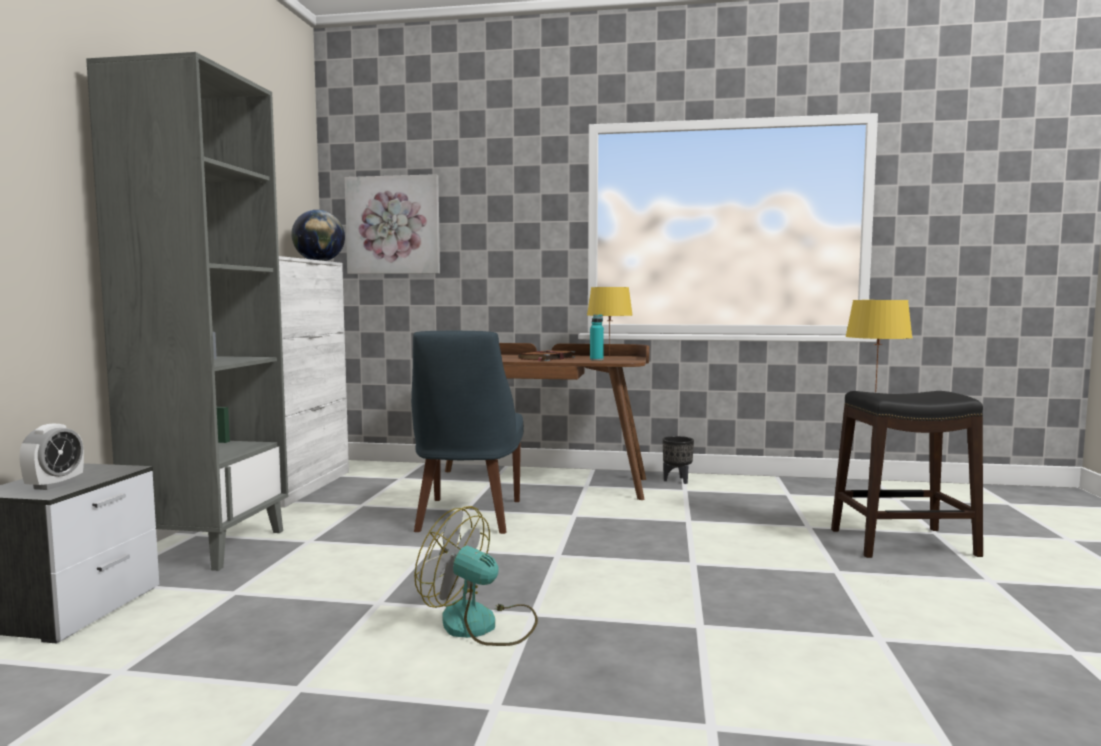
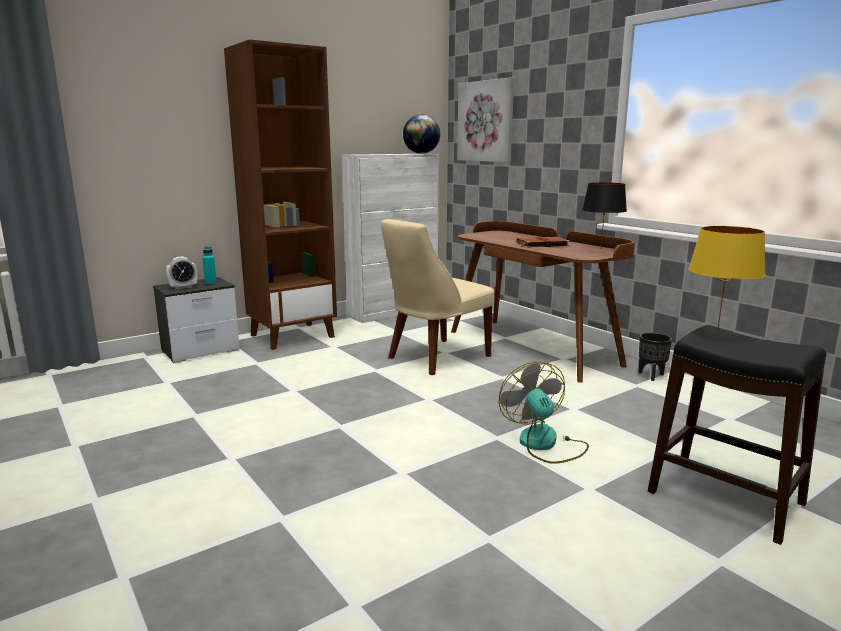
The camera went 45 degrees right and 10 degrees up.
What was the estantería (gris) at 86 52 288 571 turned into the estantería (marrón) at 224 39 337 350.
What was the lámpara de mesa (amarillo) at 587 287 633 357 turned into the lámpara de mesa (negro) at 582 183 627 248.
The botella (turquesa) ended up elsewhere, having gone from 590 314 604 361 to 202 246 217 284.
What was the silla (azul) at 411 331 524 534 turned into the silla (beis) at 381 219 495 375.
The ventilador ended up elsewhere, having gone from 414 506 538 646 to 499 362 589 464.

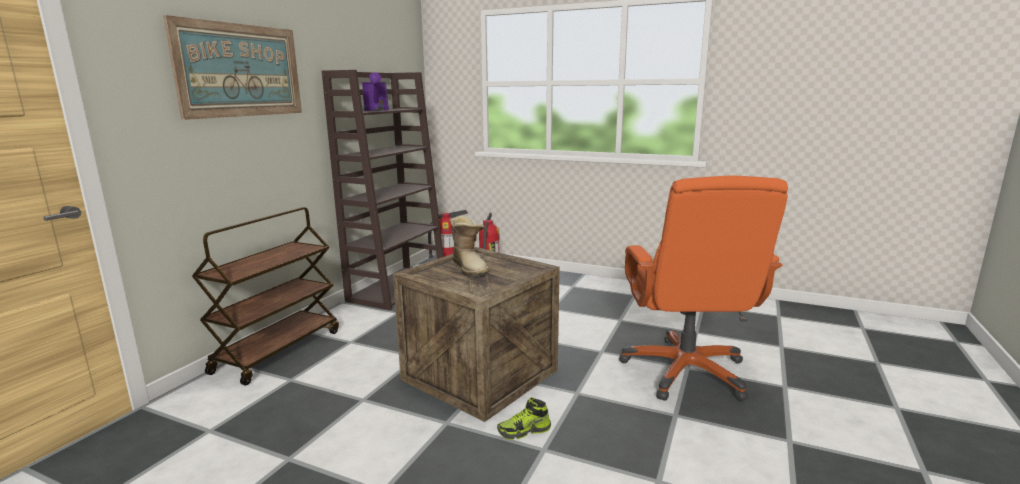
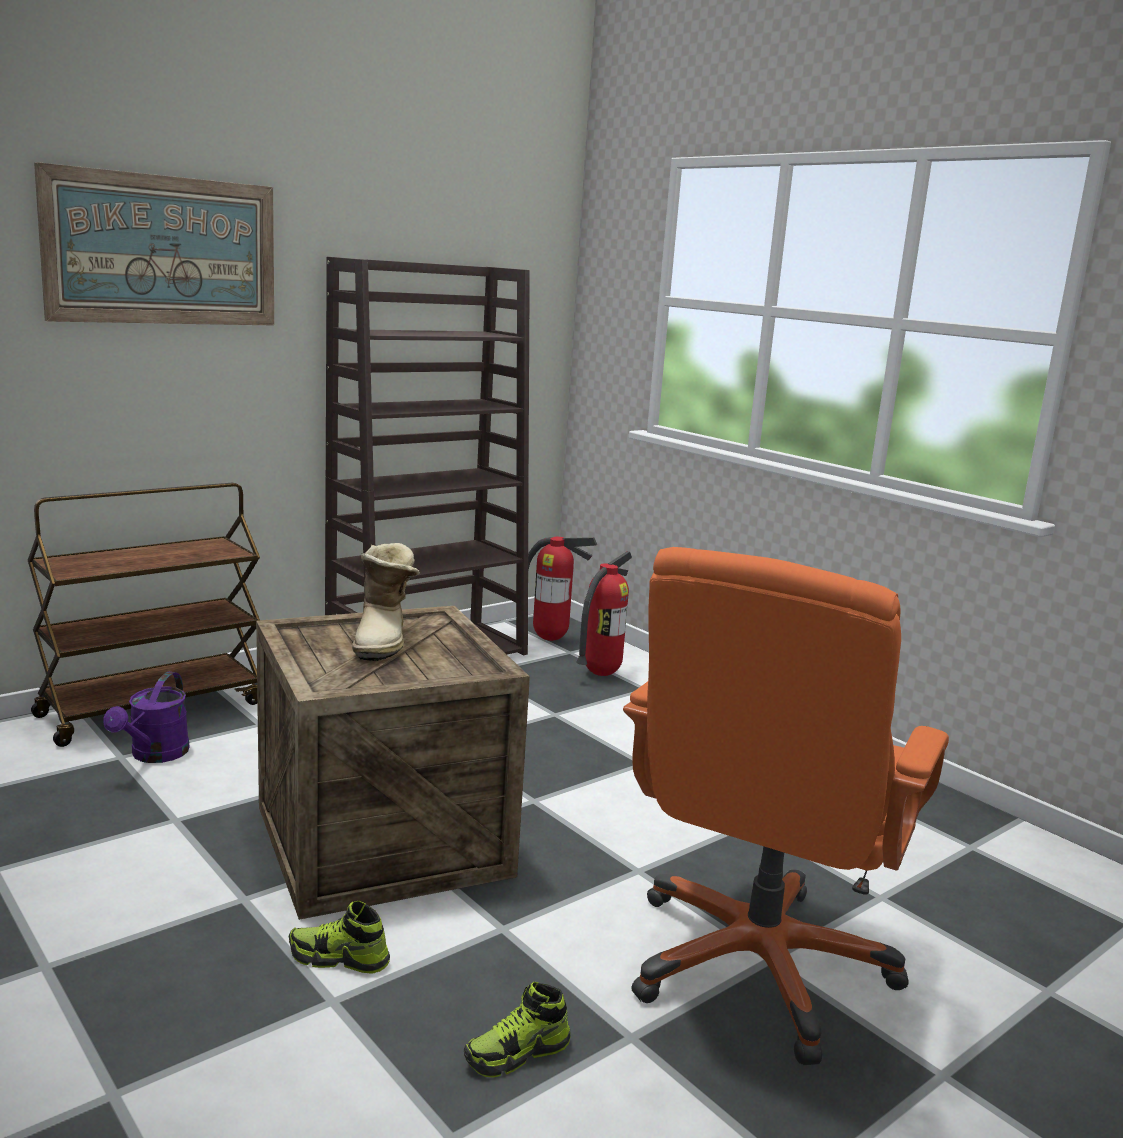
The camera went 25 degrees right and 0 degrees up.
The regadera (morado) ended up elsewhere, having gone from 362 72 389 111 to 103 672 190 763.
The second view gained the zapato at 464 982 571 1077.

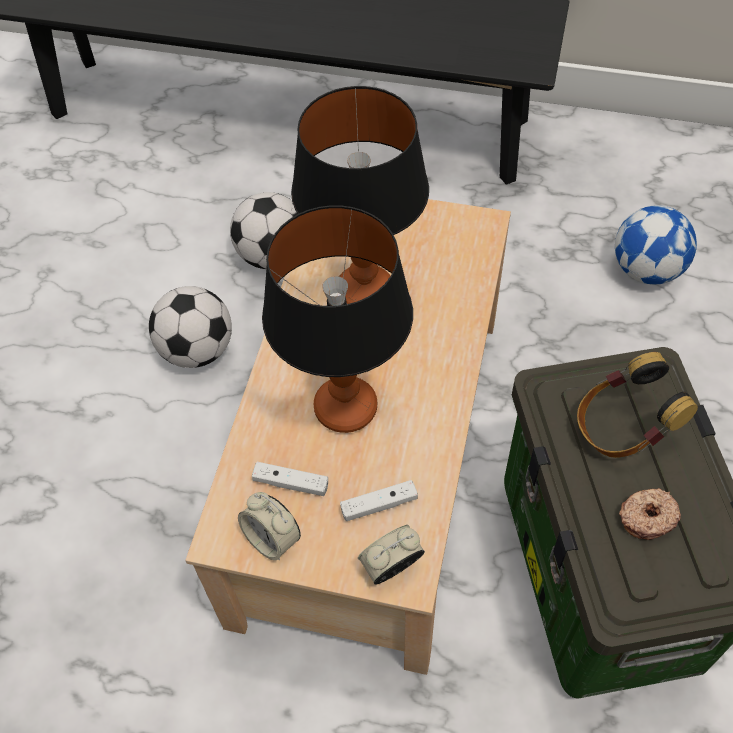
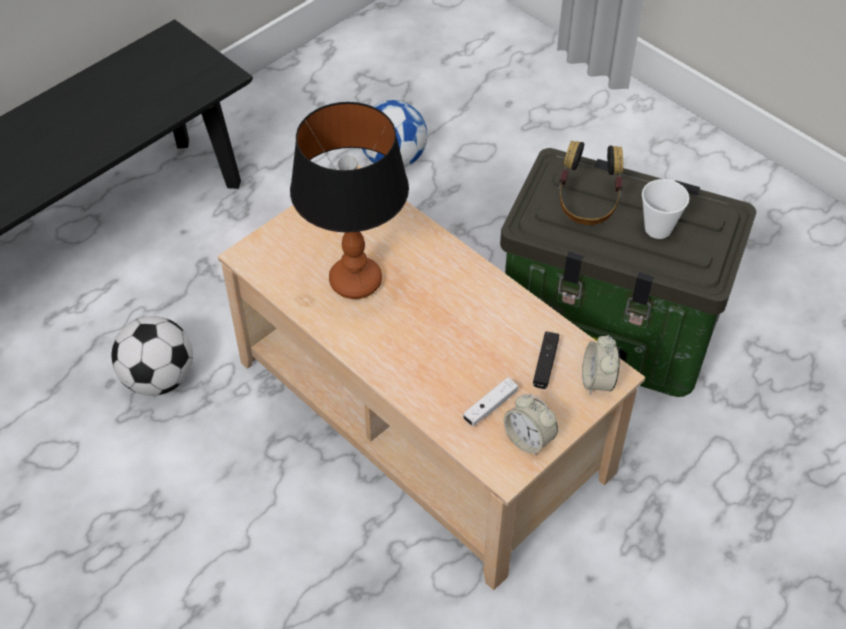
The camera went 60 degrees left and 5 degrees down.
The second view lost the lámpara de mesa at 262 205 413 433.
The second view lost the balón de fútbol at 149 286 232 368.
What was the mando de consola (blanco) at 340 480 418 521 turned into the mando de consola (negro) at 533 332 559 389.
Where the rosquilla stood at 619 488 681 540, the taza came to stand at 642 179 689 239.
The despertador at 238 492 301 561 ended up facing another way, 60 degrees clockwise from before.

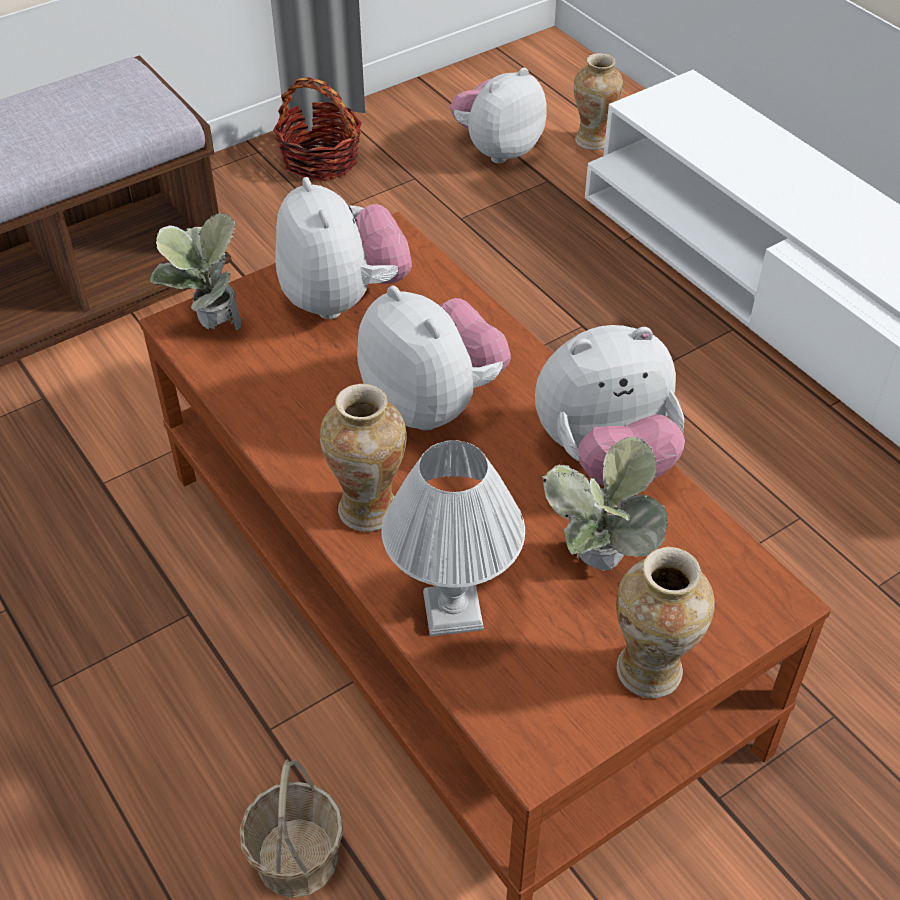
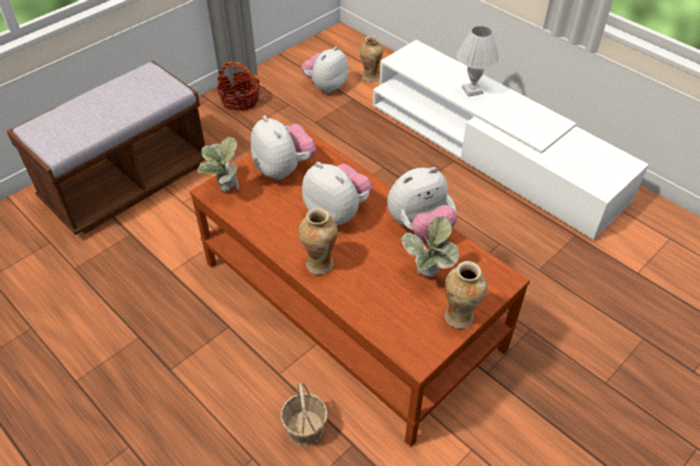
The camera went 10 degrees left and 0 degrees up.
The lámpara de mesa (blanco) ended up elsewhere, having gone from 381 440 525 636 to 457 26 499 97.

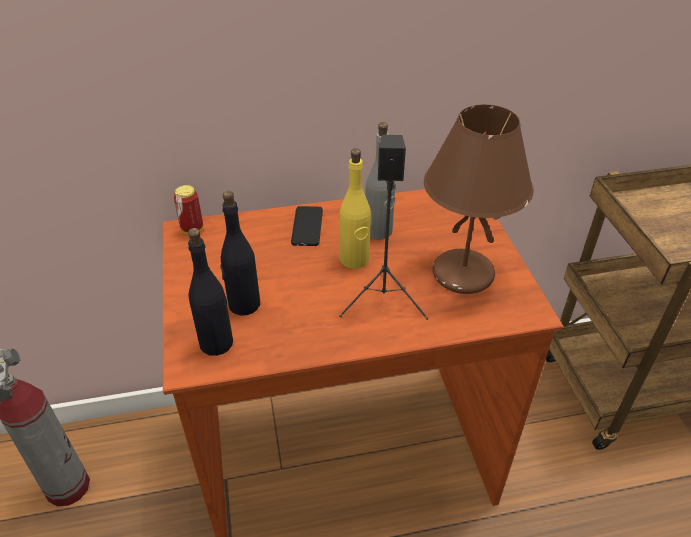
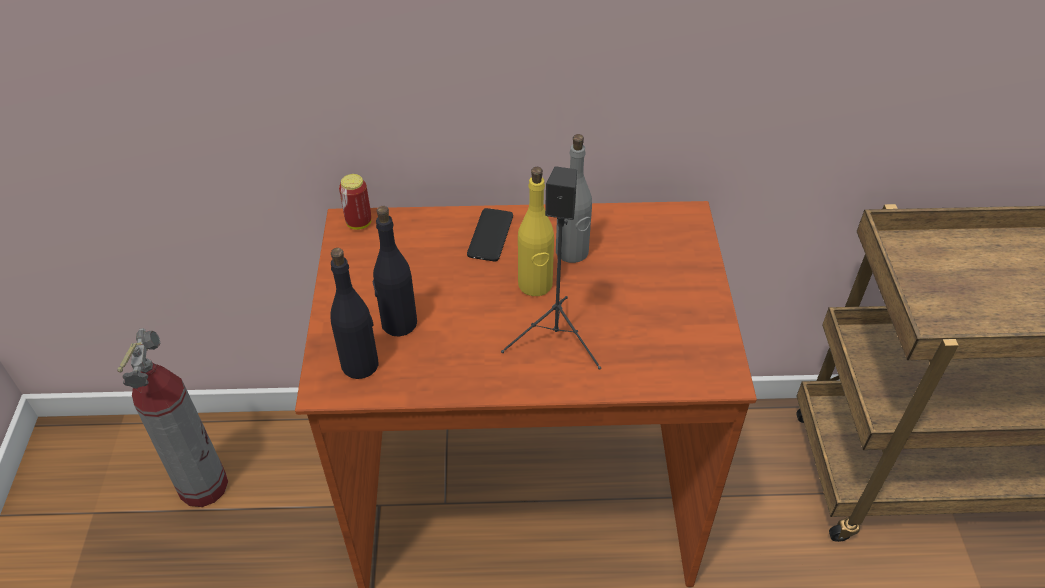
The camera went 10 degrees right and 5 degrees up.
The second view lost the lámpara de mesa (marrón) at 424 104 534 294.

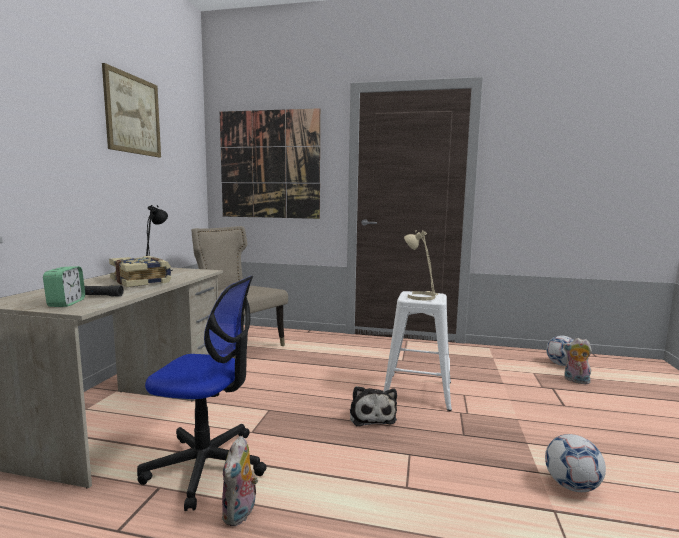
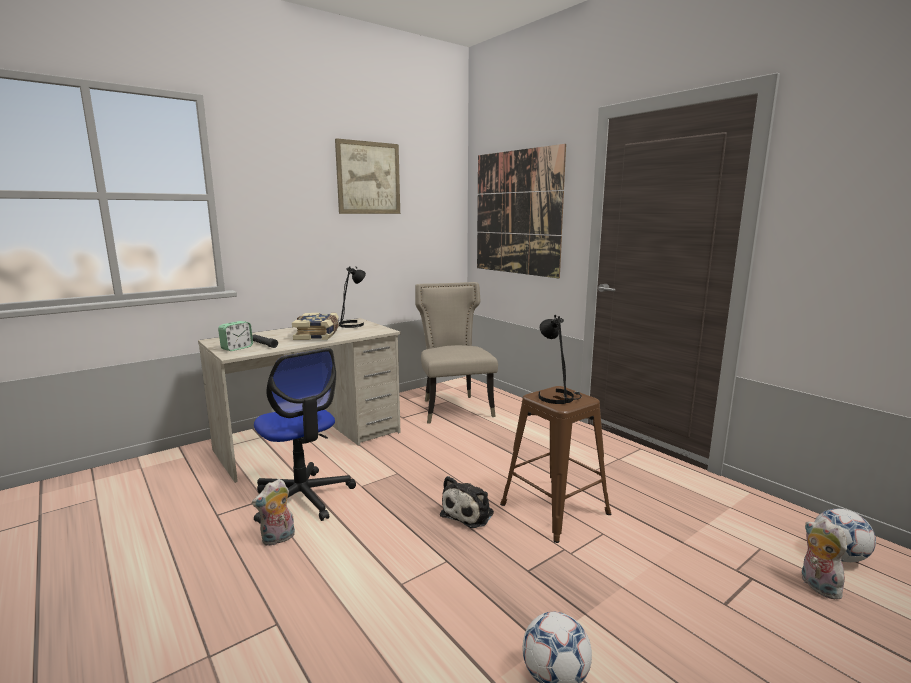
The camera went 40 degrees right and 5 degrees up.
What was the lámpara de mesa (beis) at 404 230 438 300 turned into the lámpara de mesa (negro) at 539 315 582 404.
What was the taburete (blanco) at 384 291 452 411 turned into the taburete (marrón) at 500 386 611 543.

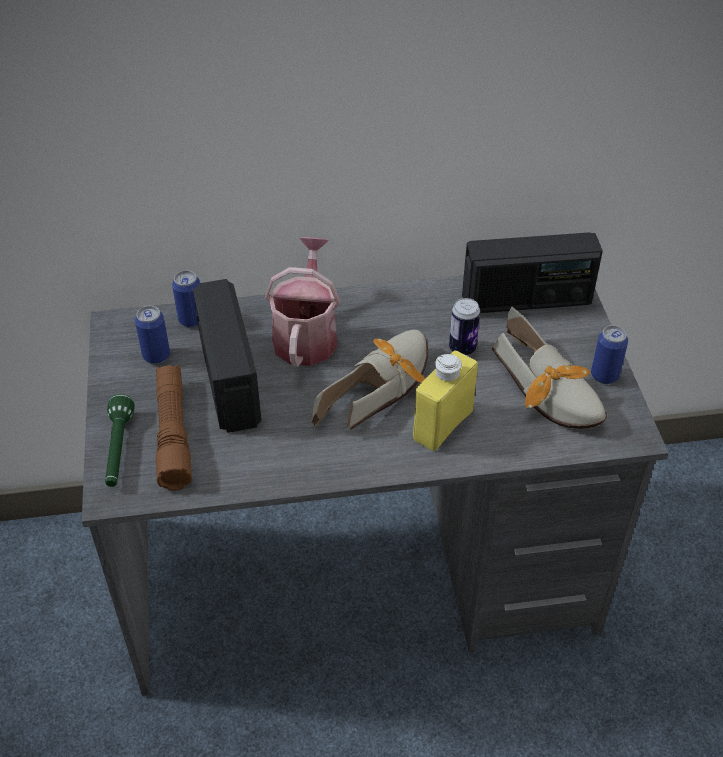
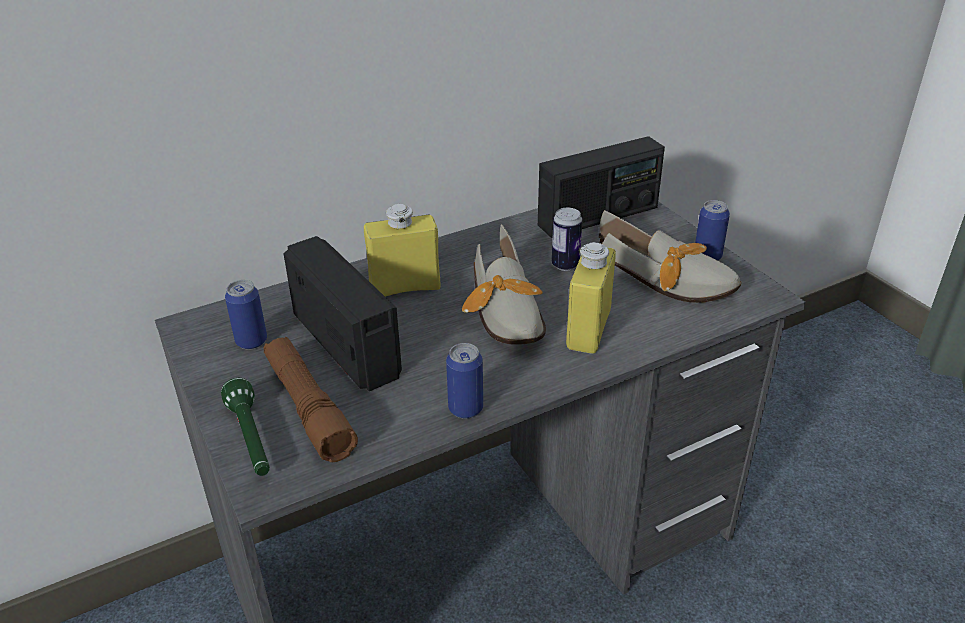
The camera went 20 degrees left and 10 degrees down.
Where the regadera stood at 265 237 340 367, the botella (amarillo) came to stand at 364 204 440 297.
The lata ended up elsewhere, having gone from 172 270 200 328 to 446 343 483 419.
The zapato at 312 330 428 430 ended up facing another way, 150 degrees clockwise from before.

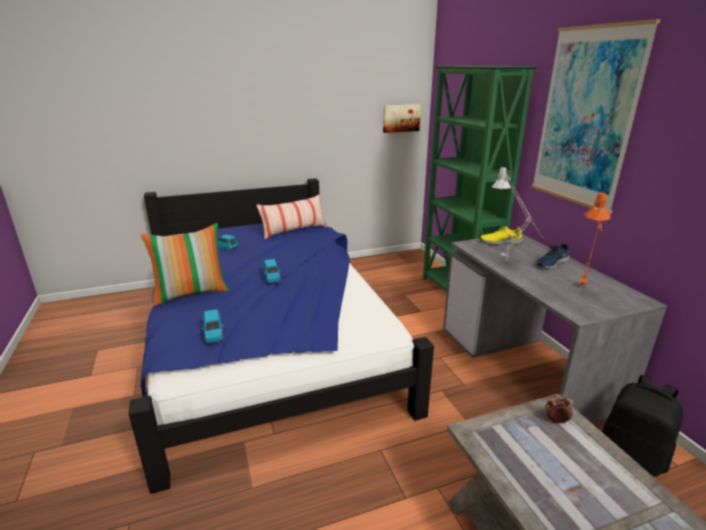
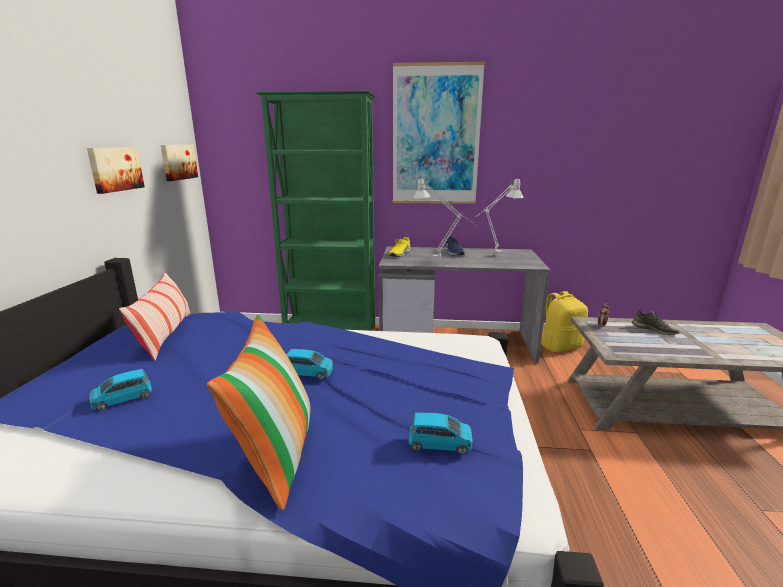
The camera went 65 degrees left and 5 degrees down.
What was the lámpara de mesa (naranja) at 579 192 611 285 turned into the lámpara de mesa (gris) at 475 178 524 255.
What was the mochila (negro) at 602 375 683 477 turned into the mochila (amarillo) at 541 291 588 352.
The second view gained the cuadro at 87 147 145 194.
The second view gained the zapato (gris) at 632 310 680 335.

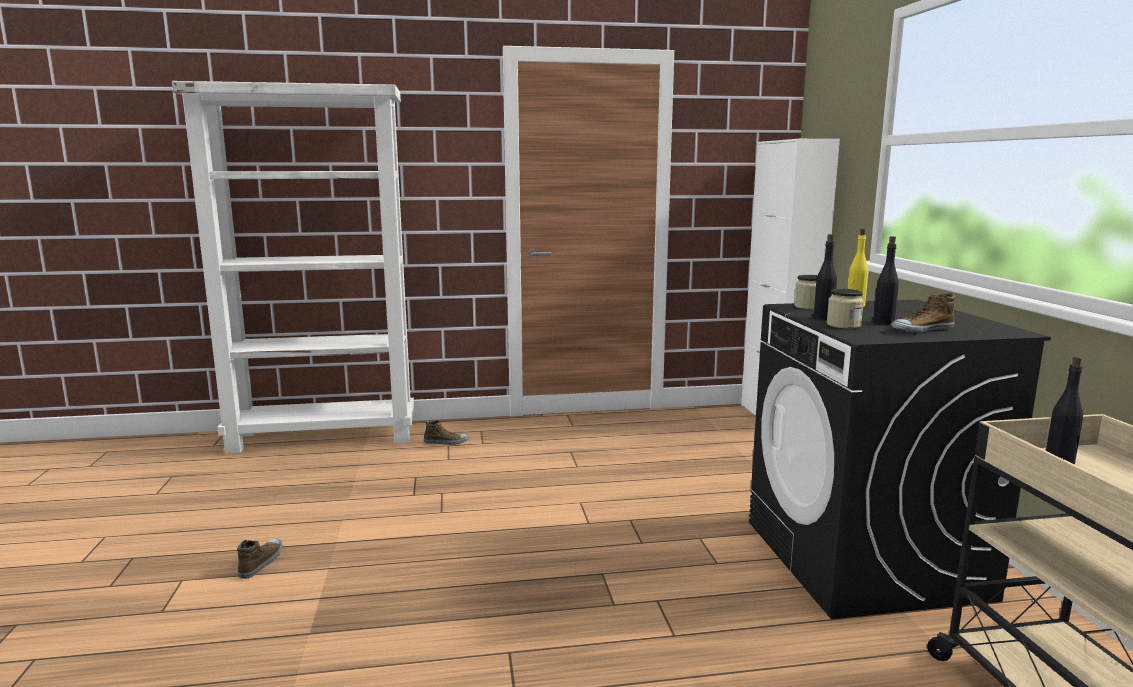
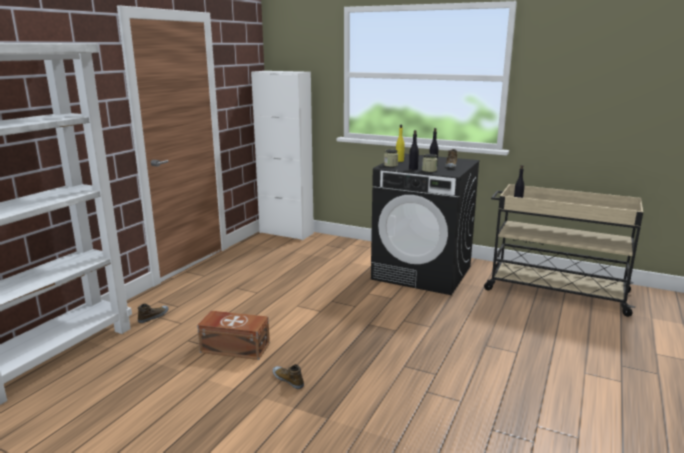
The camera went 55 degrees left and 5 degrees up.
The zapato ended up elsewhere, having gone from 237 539 282 579 to 272 364 304 389.
The second view gained the caja de almacenaje (marrón) at 197 311 270 360.

